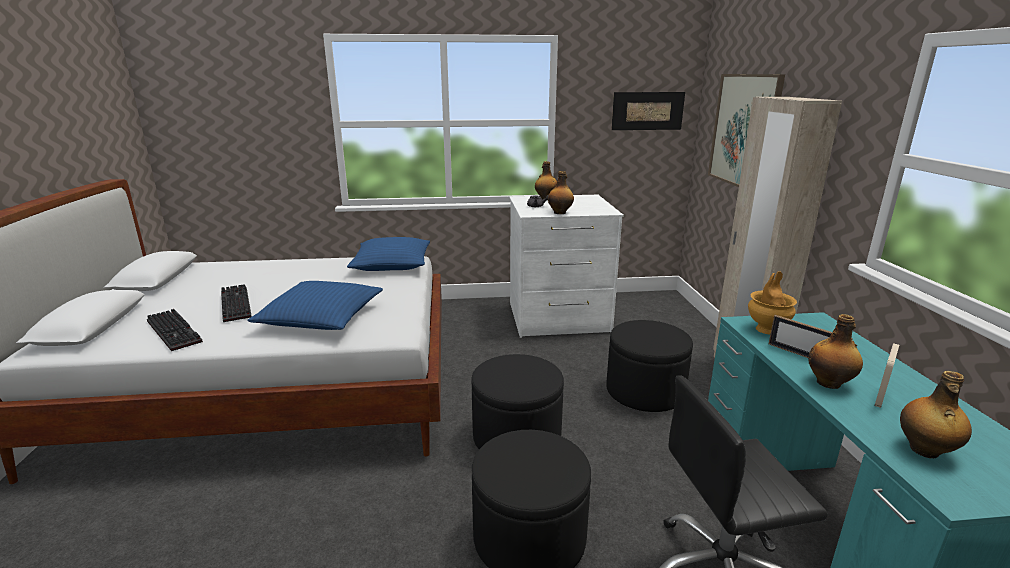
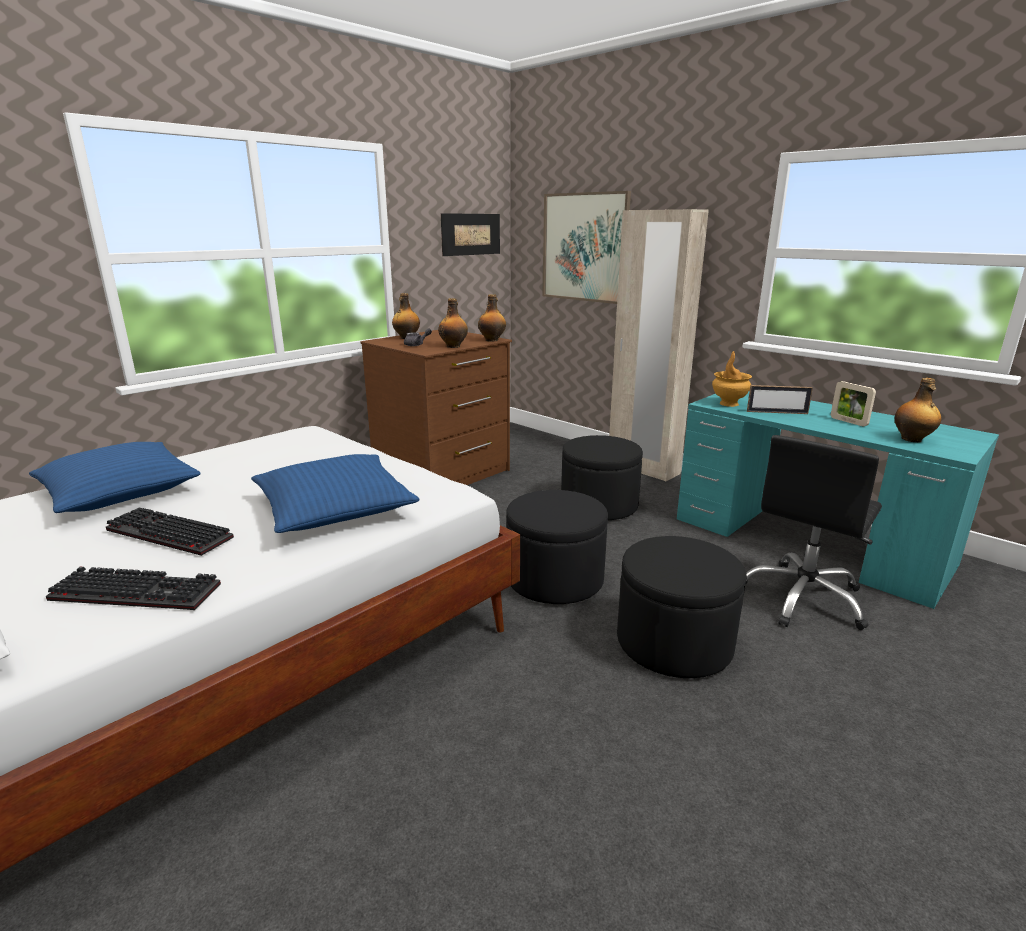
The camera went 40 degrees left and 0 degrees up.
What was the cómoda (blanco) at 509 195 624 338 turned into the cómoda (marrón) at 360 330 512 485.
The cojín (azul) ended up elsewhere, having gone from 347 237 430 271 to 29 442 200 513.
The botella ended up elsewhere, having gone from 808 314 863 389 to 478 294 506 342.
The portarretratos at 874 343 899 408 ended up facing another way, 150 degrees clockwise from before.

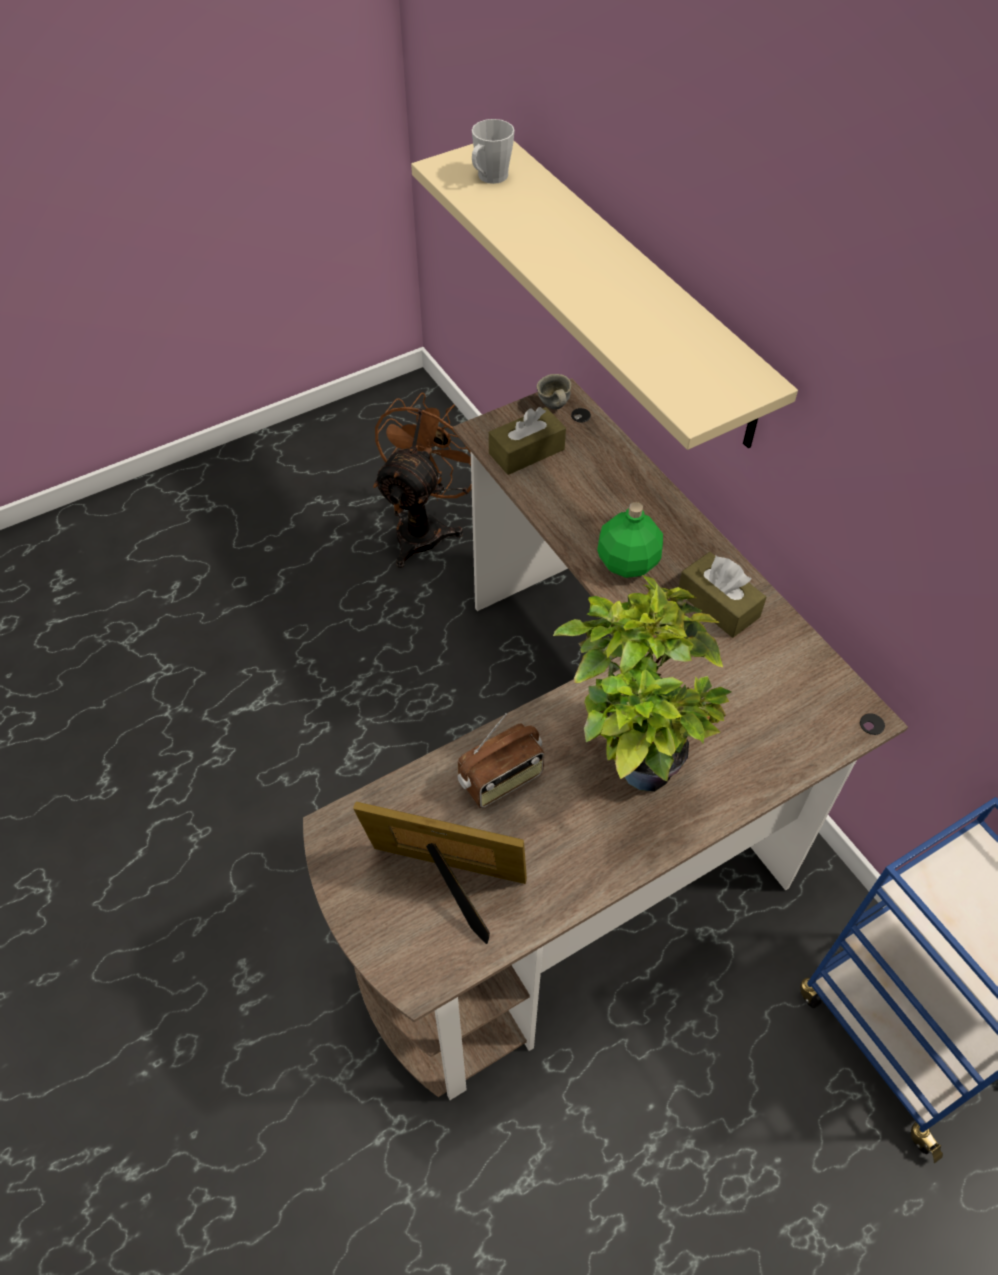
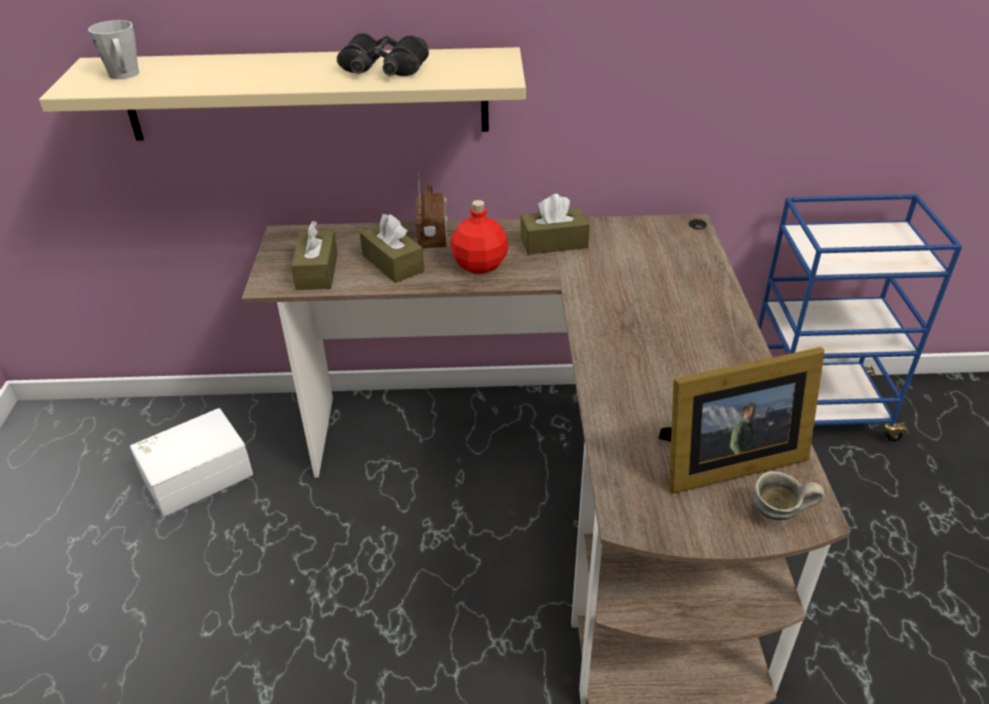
The camera went 60 degrees left and 15 degrees down.
The taza grande (gris) ended up elsewhere, having gone from 537 374 571 410 to 754 471 825 520.
Where the ventilador (marrón) stood at 373 392 472 568, the caja de almacenaje (blanco) came to stand at 130 408 253 516.
What was the botella (verde) at 597 502 663 578 turned into the botella (rojo) at 450 200 509 274.
The second view lost the planta en maceta at 553 575 732 792.
The radio ended up elsewhere, having gone from 457 713 545 808 to 416 172 448 248.
The portarretratos at 353 802 527 944 ended up facing another way, 150 degrees counterclockwise from before.
The second view gained the prismáticos (negro) at 337 33 429 76.
The second view gained the caja de pañuelos (marrón) at 360 214 424 283.

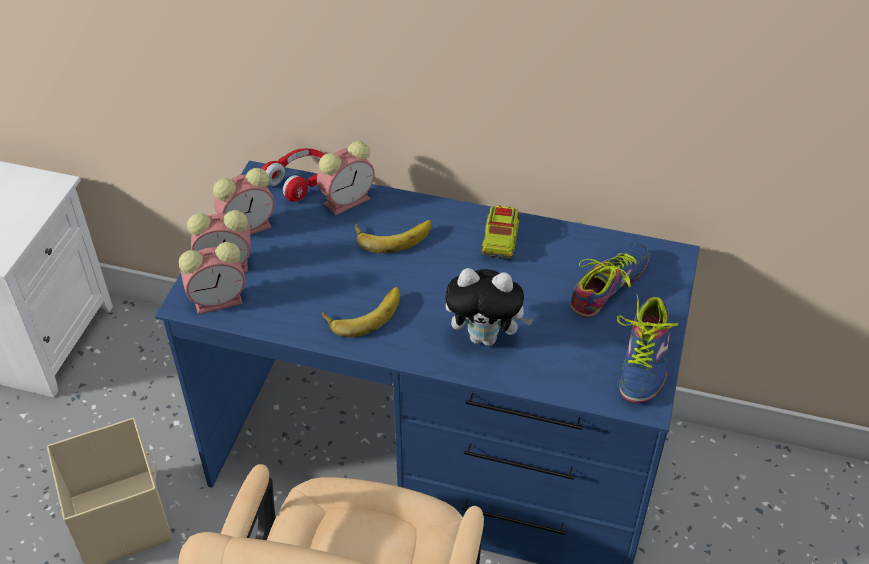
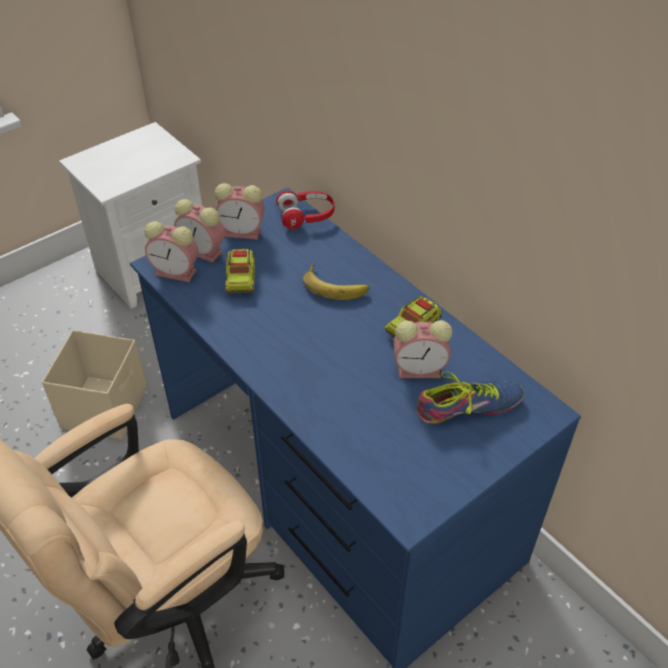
The camera went 35 degrees right and 0 degrees up.
The despertador ended up elsewhere, having gone from 317 141 375 215 to 394 320 452 378.
The second view lost the peluche at 445 268 533 346.
The second view lost the plátano at 322 287 400 337.
The second view lost the zapato at 617 294 678 403.
The second view gained the camión de juguete at 225 249 255 294.

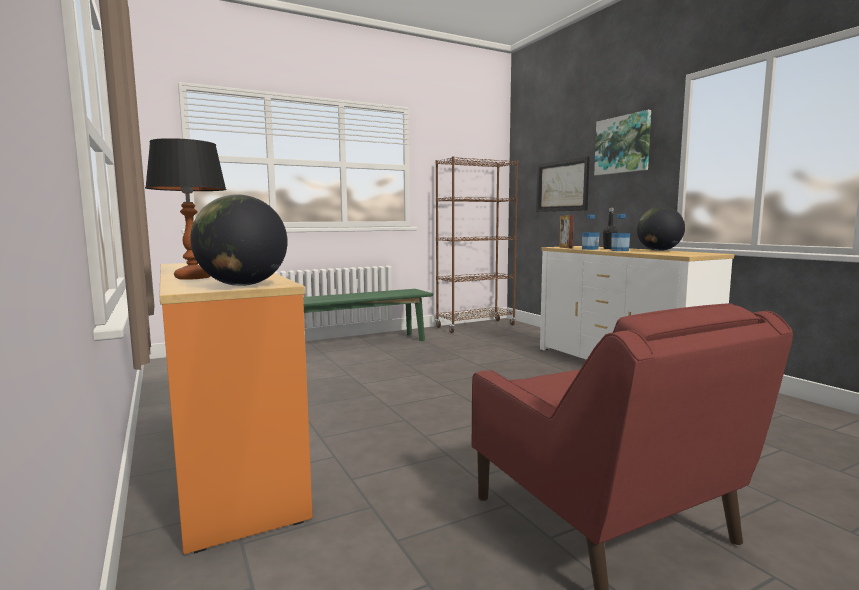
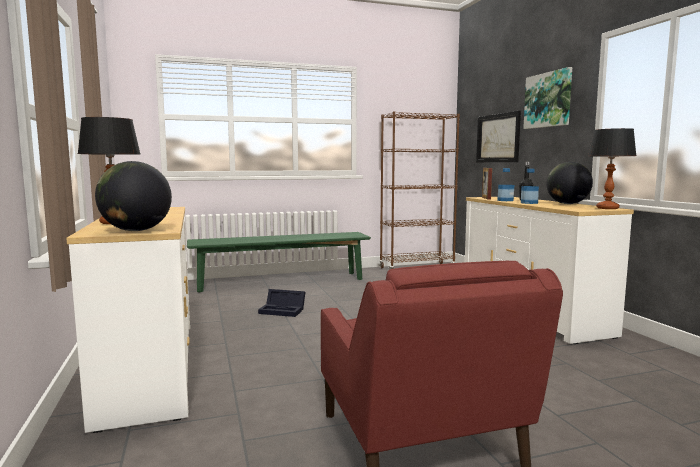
The camera went 10 degrees right and 0 degrees up.
What was the cómoda (naranja) at 159 263 313 554 turned into the cómoda (blanco) at 66 207 190 433.
The second view gained the lámpara de mesa at 588 128 636 209.
The second view gained the caja de almacenaje (negro) at 258 289 305 317.

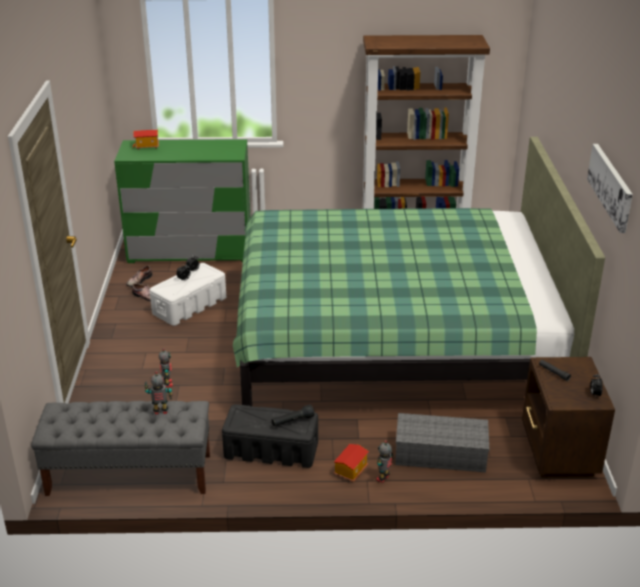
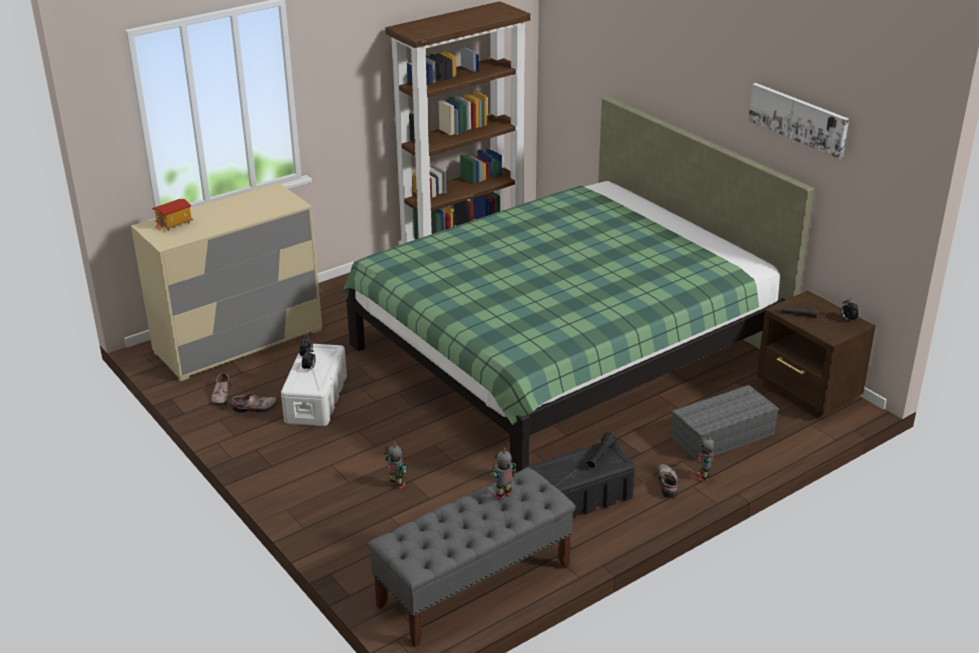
The camera went 35 degrees left and 0 degrees up.
What was the cómoda (verde) at 114 139 250 263 turned into the cómoda (beis) at 131 183 322 381.
Where the casita stood at 334 444 369 482, the zapato came to stand at 657 464 678 498.

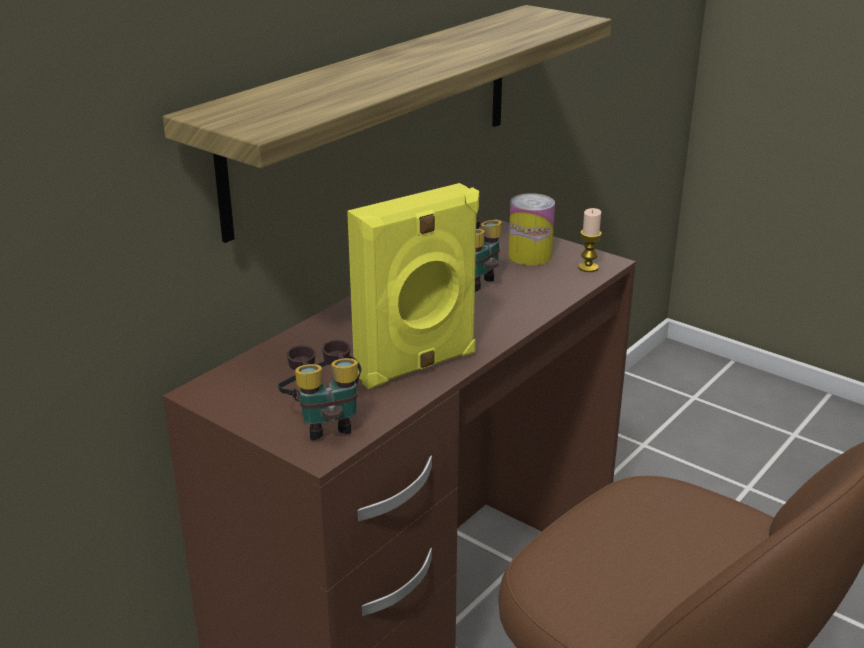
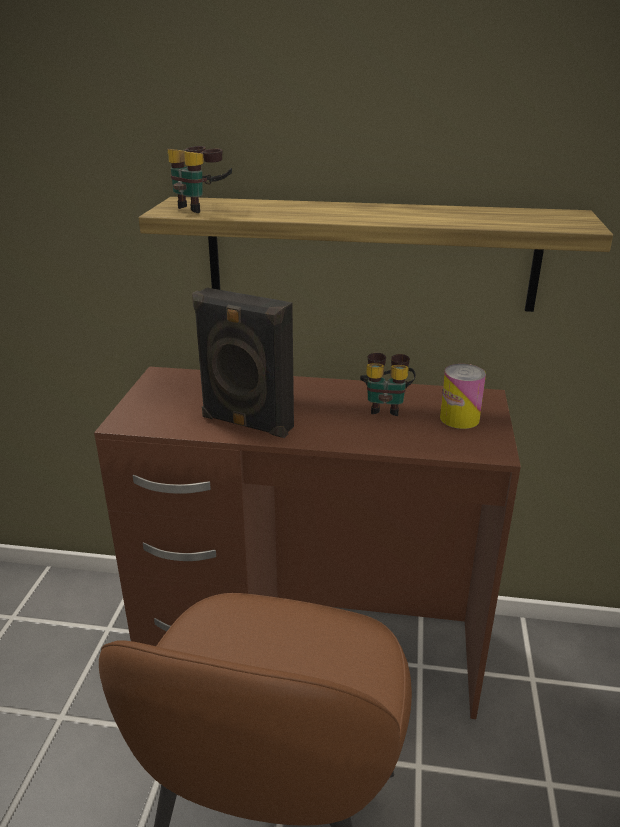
The camera went 60 degrees right and 0 degrees up.
What was the altavoz (amarillo) at 347 183 479 389 turned into the altavoz (negro) at 192 288 294 438.
The second view lost the vela at 578 208 602 272.
The prismáticos ended up elsewhere, having gone from 278 340 362 441 to 167 146 232 213.

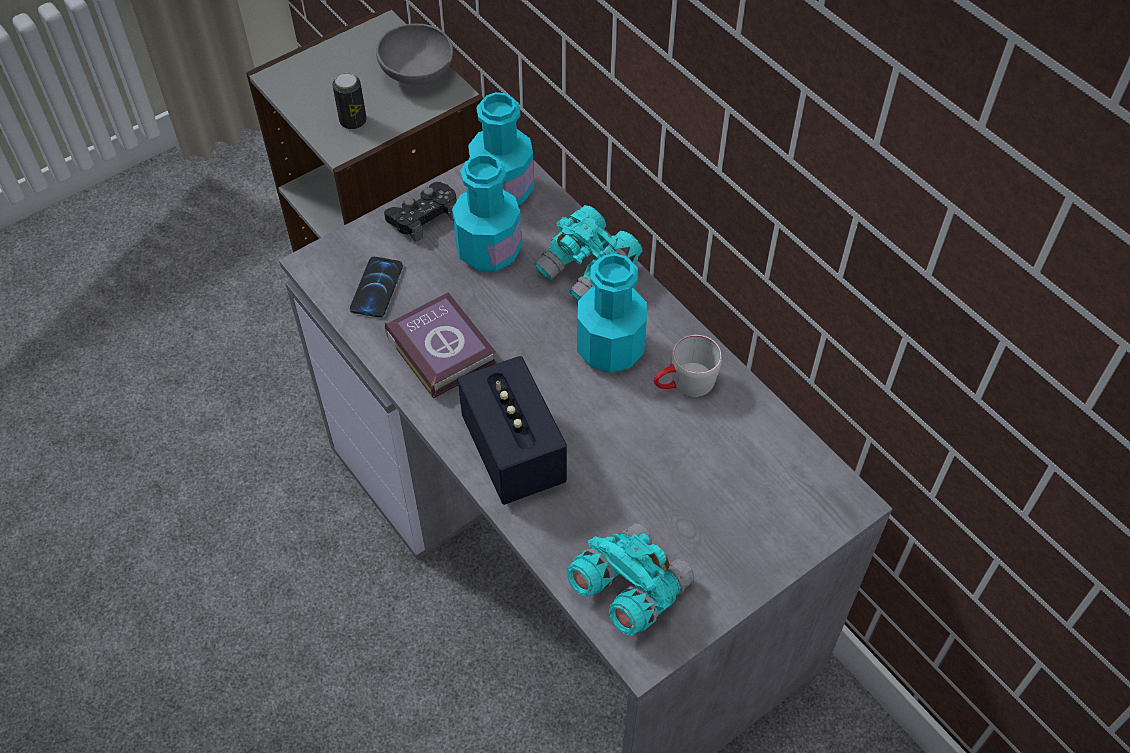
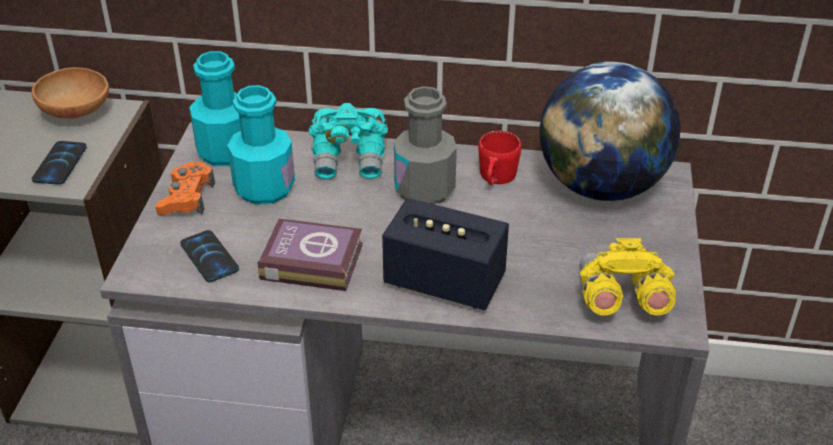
The camera went 45 degrees left and 15 degrees down.
What was the cuenco (gris) at 376 24 453 85 turned into the cuenco (marrón) at 32 67 109 119.
Where the lata stood at 332 73 367 129, the móvil came to stand at 32 141 87 185.
What was the mando de consola (negro) at 384 182 457 242 turned into the mando de consola (naranja) at 155 162 215 215.
What was the botella (turquesa) at 577 253 647 373 turned into the botella (gris) at 394 86 457 204.
What was the taza grande (gris) at 654 335 722 397 turned into the taza grande (rojo) at 478 131 521 185.
What was the prismáticos (turquesa) at 567 523 694 635 turned into the prismáticos (amarillo) at 580 238 676 316.
The second view gained the globo terráqueo at 540 62 681 201.

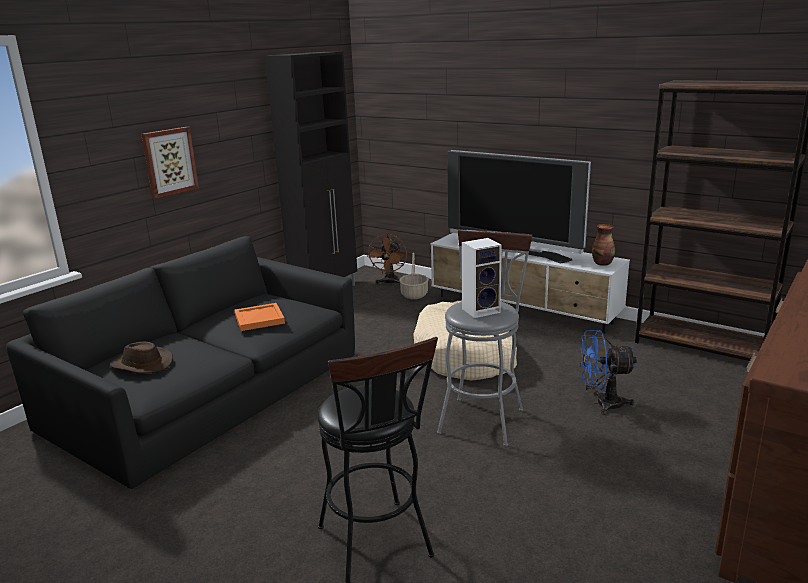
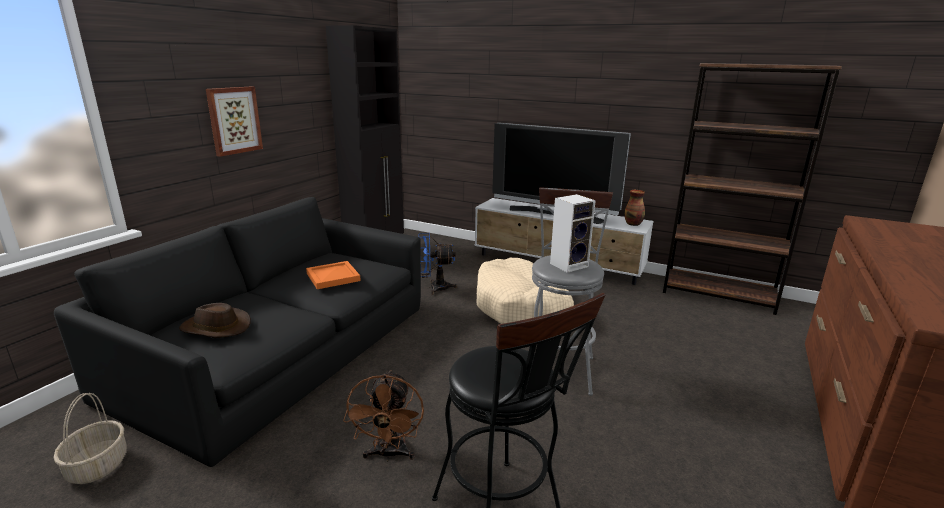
The camera went 10 degrees left and 0 degrees up.
The ventilador (marrón) ended up elsewhere, having gone from 368 234 407 285 to 343 370 424 462.
The cesta ended up elsewhere, having gone from 399 254 429 299 to 53 393 127 484.
The ventilador (azul) ended up elsewhere, having gone from 580 330 637 415 to 418 233 457 295.

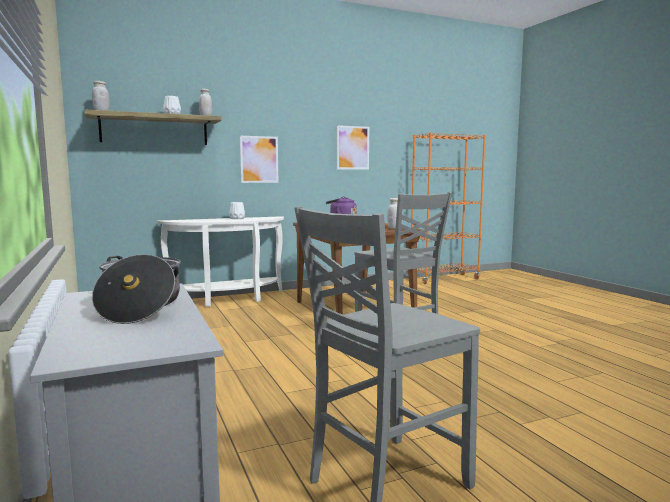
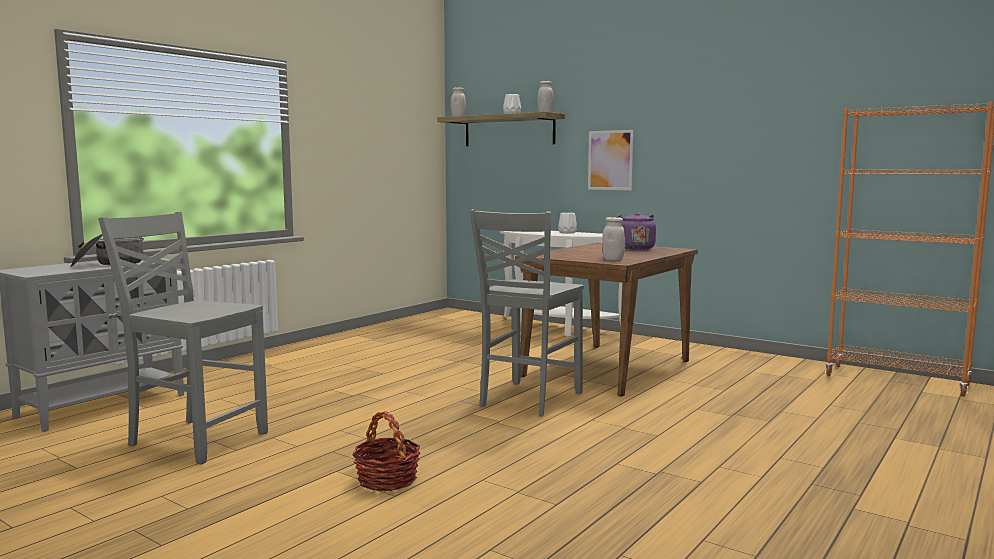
The camera went 60 degrees right and 0 degrees up.
The second view lost the cuadro at 337 125 369 170.
The second view gained the cesta at 352 411 420 491.

